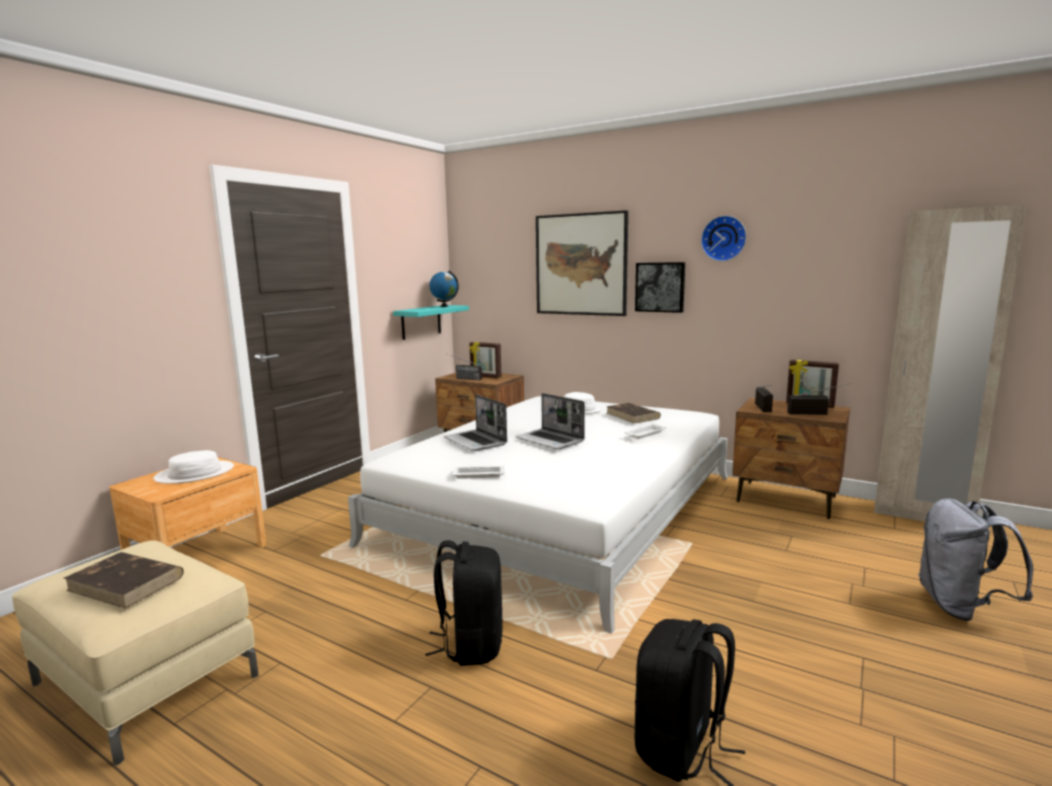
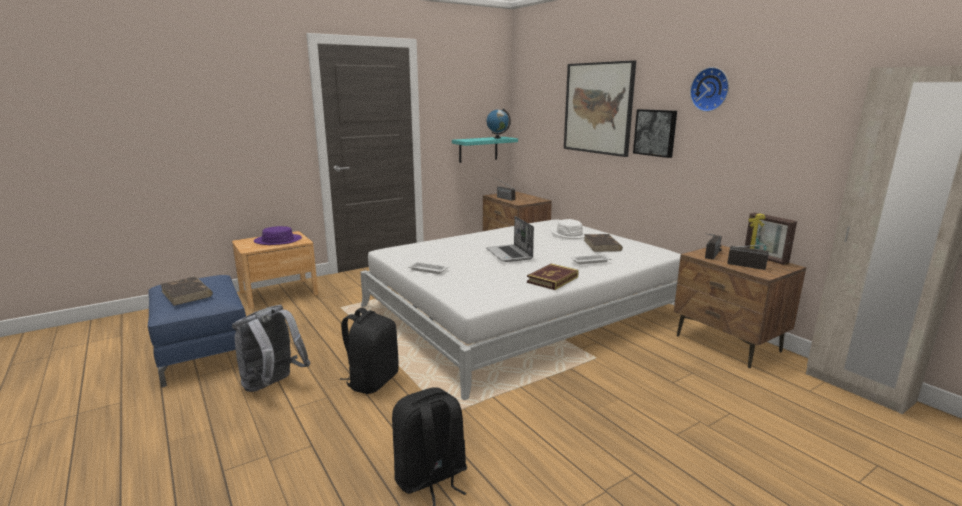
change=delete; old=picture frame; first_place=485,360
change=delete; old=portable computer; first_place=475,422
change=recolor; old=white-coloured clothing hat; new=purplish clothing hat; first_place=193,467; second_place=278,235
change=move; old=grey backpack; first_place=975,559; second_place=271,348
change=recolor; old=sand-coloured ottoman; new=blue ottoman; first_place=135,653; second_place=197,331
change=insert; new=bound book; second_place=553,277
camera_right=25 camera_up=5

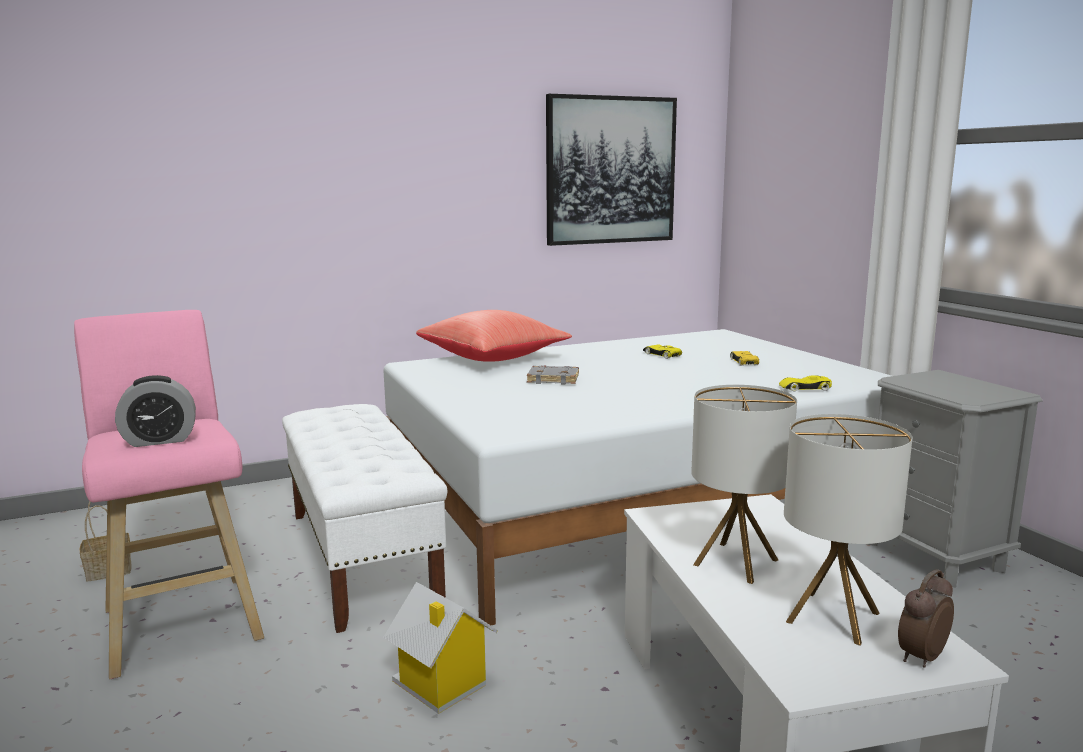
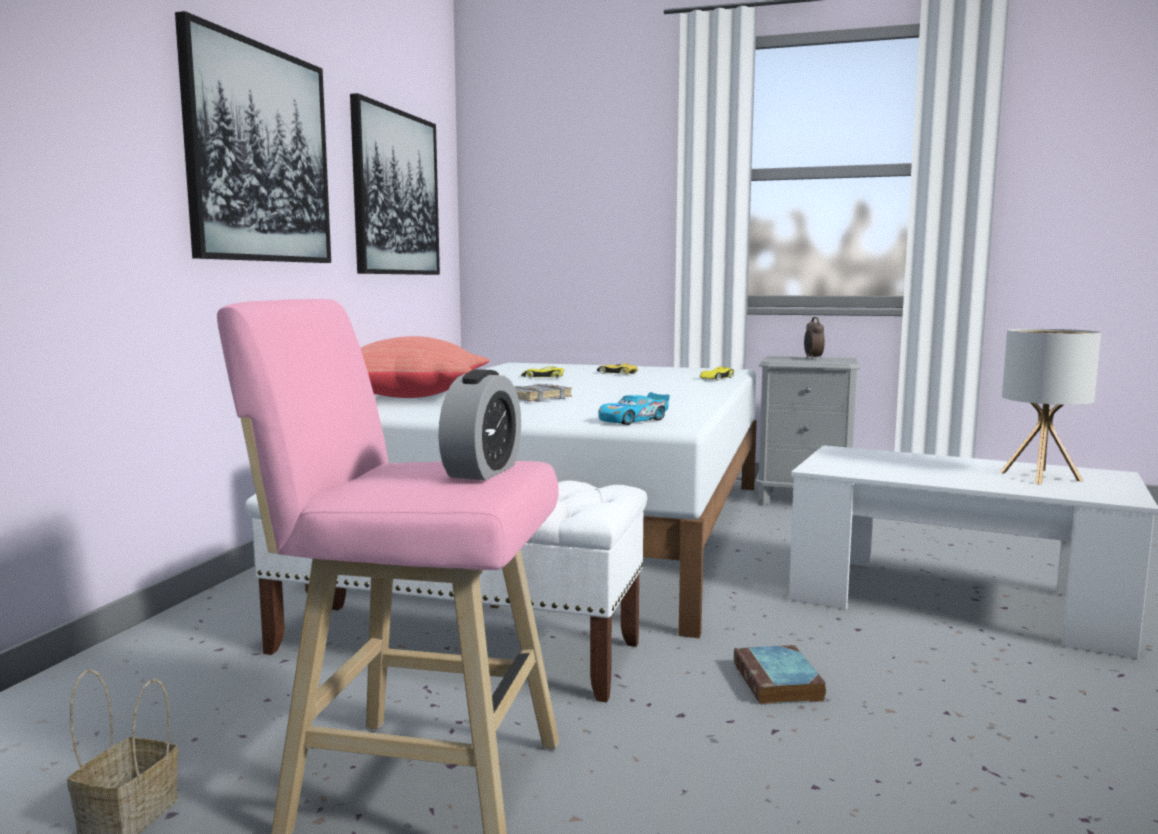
change=delete; old=lamp for a table; first_place=744,484
change=move; old=alarm clock; first_place=926,618; second_place=814,338
change=replace; old=toy house; new=bound book; first_place=440,648; second_place=780,675
change=insert; new=picture; second_place=253,137
change=insert; new=miniature car; second_place=634,408
camera_right=-50 camera_up=-5

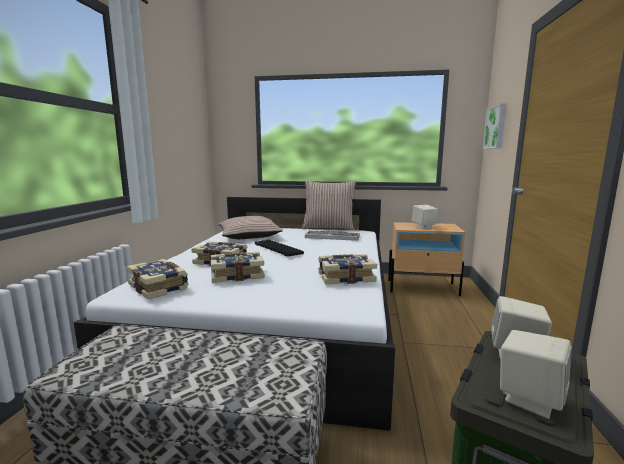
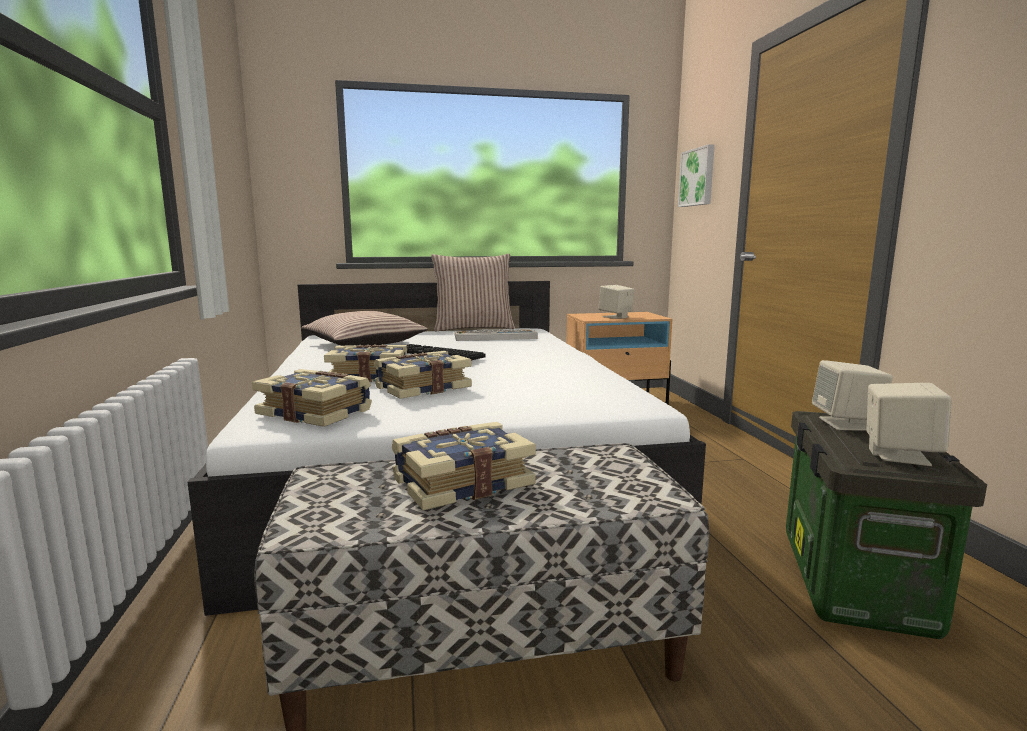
change=move; old=bound book; first_place=347,269; second_place=464,466
camera_right=-20 camera_up=0

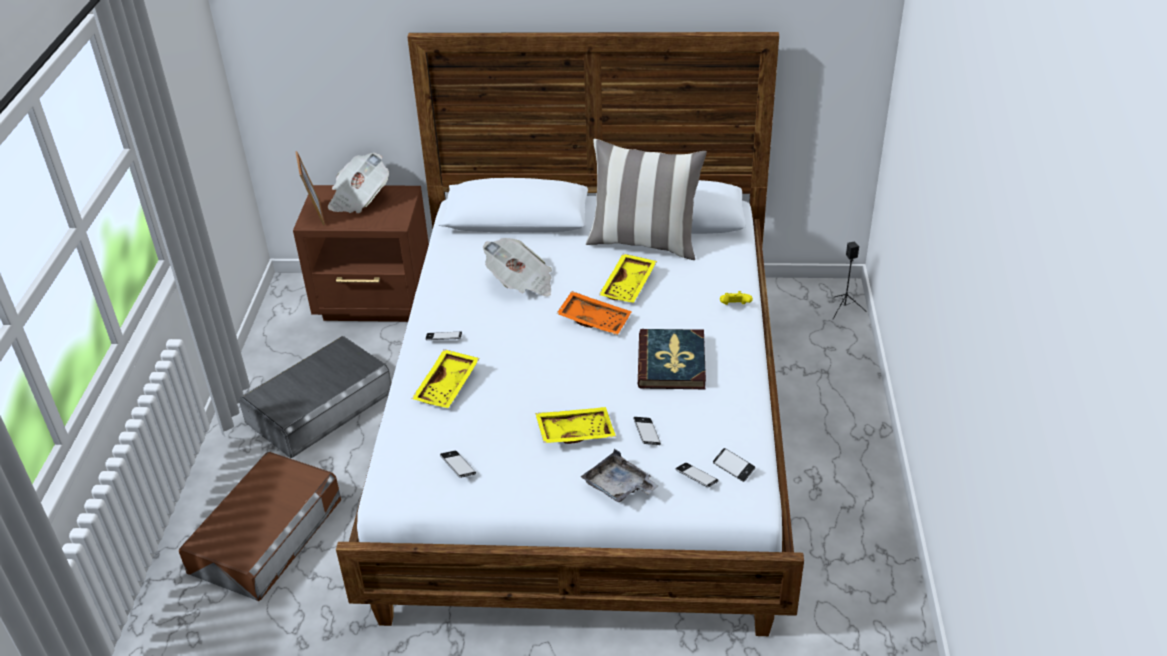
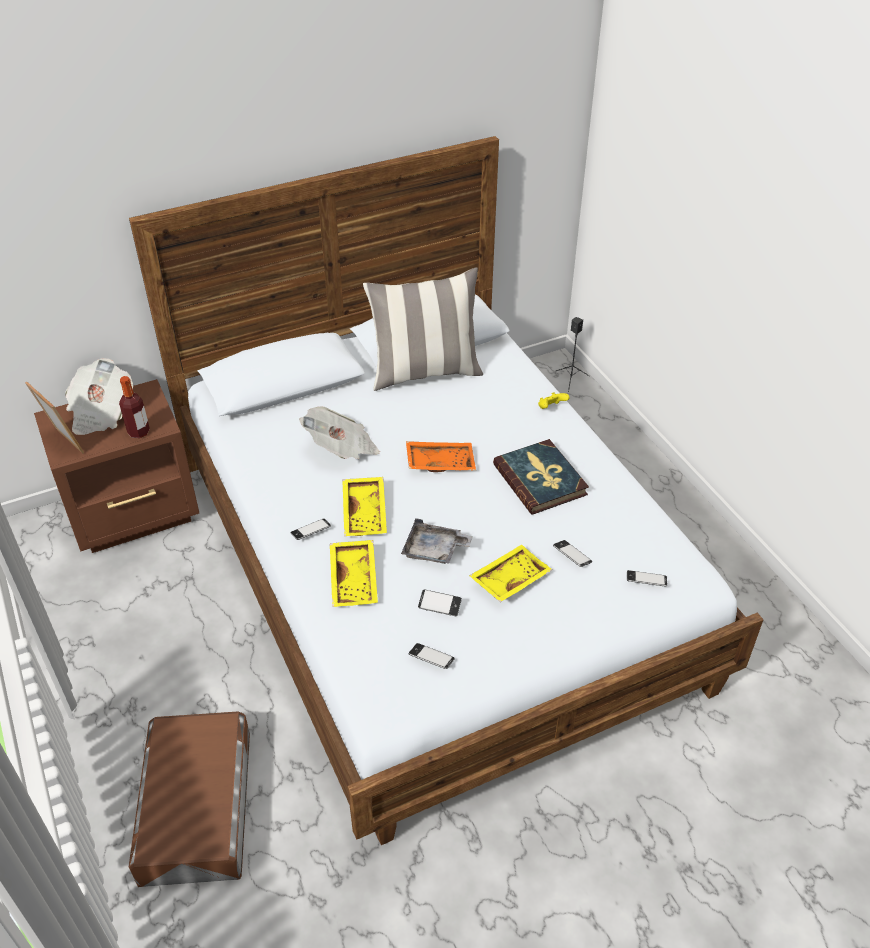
change=move; old=yellow-coloured serving tray; first_place=628,278; second_place=364,506
change=delete; old=grey storage box; first_place=315,397
change=move; old=telephone; first_place=734,465; second_place=440,602
change=move; old=grey serving tray; first_place=620,475; second_place=437,541
change=insert; new=bottle; second_place=134,407
camera_right=-30 camera_up=5

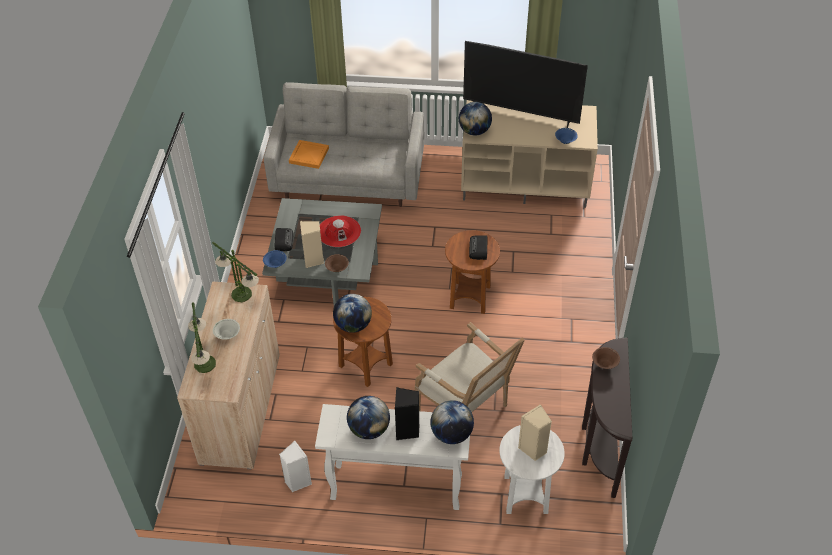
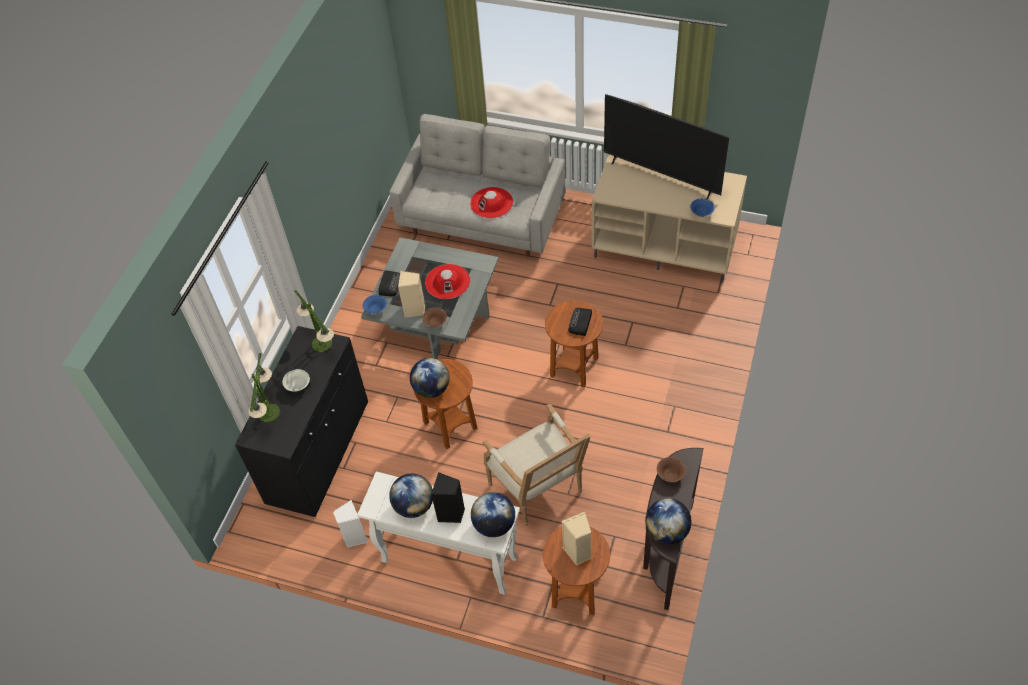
change=move; old=world globe; first_place=475,119; second_place=668,521
change=delete; old=orange-coloured serving tray; first_place=309,154
change=recolor; old=sand-coloured storage cabinet; new=black storage cabinet; first_place=228,375; second_place=301,421
change=recolor; old=white-coloured end table; new=brown-coloured end table; first_place=532,469; second_place=576,571
change=insert; new=reddish clothing hat; second_place=491,202
camera_right=15 camera_up=5

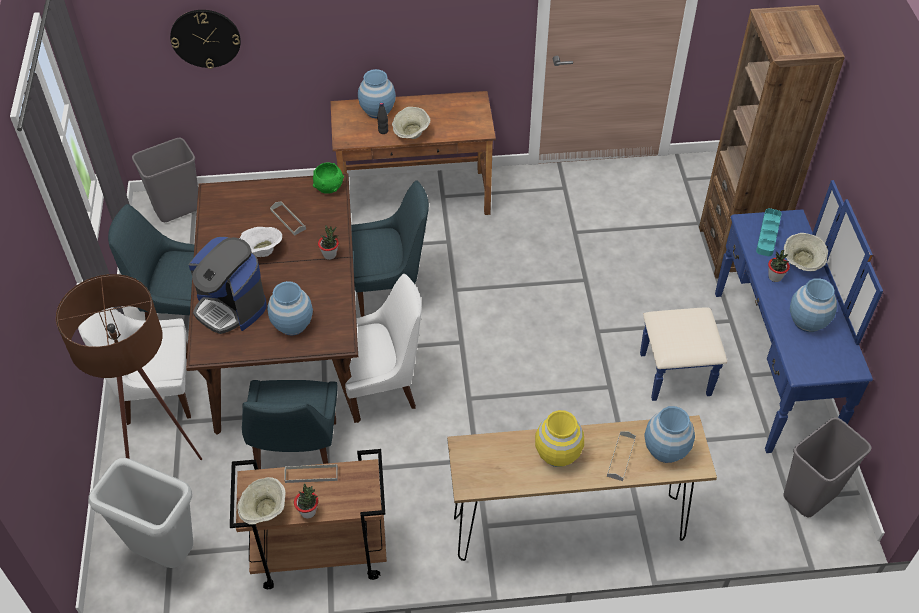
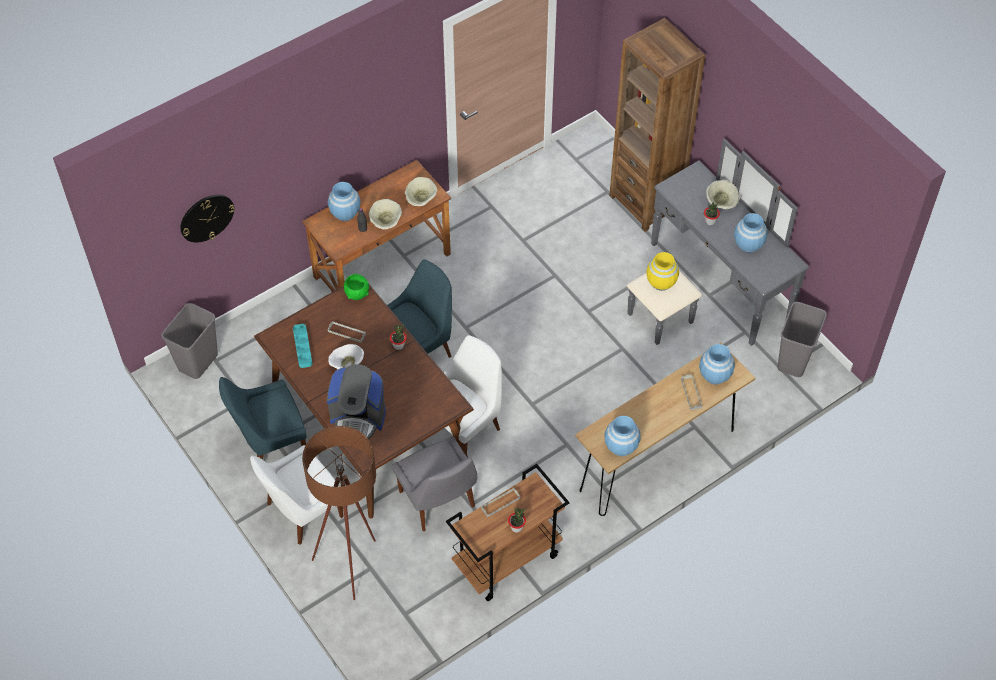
change=recolor; old=blue chest of drawers; new=grey chest of drawers; first_place=761,316; second_place=718,242
change=move; old=blue-green serving tray; first_place=769,232; second_place=302,346
change=move; old=blue flower vase; first_place=290,308; second_place=622,436
change=recolor; old=blue plain chair; new=grey plain chair; first_place=290,424; second_place=434,483
change=move; old=yellow-coloured flower vase; first_place=559,438; second_place=662,271
change=delete; old=grey trash can; first_place=140,513
change=move; old=sand-coloured bowl; first_place=261,501; second_place=421,191
camera_right=-30 camera_up=5

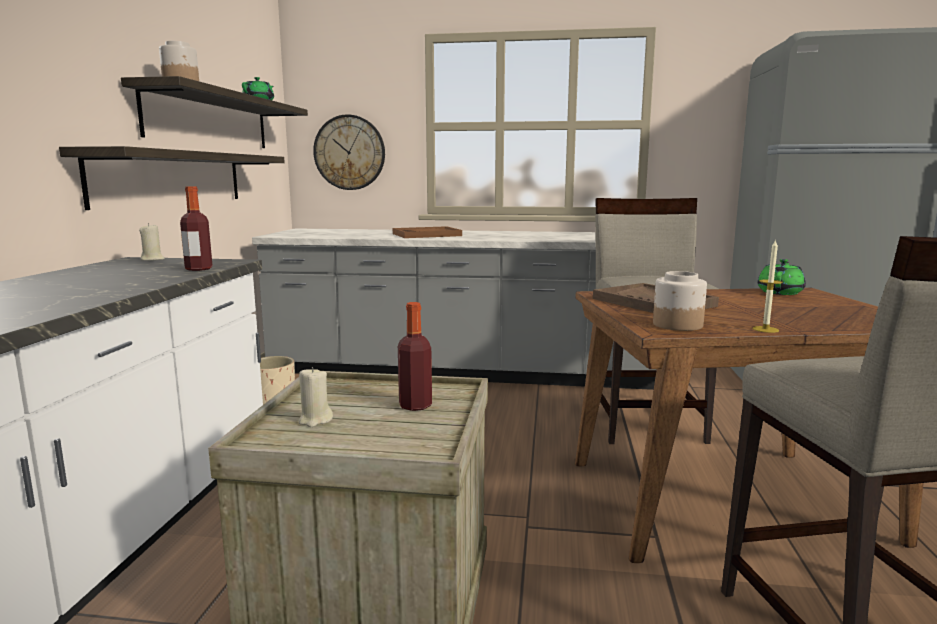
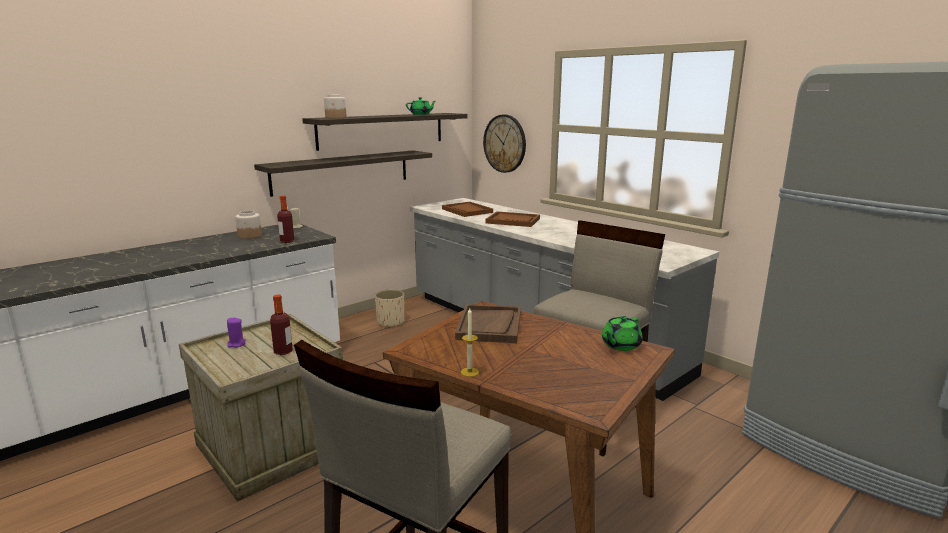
change=rotate; old=green-coloured teapot; first_place=782,277; second_place=622,333; degrees=150
change=move; old=preserve jar; first_place=680,301; second_place=248,224
change=recolor; old=sand-coloured wax light; new=purplish wax light; first_place=316,397; second_place=236,333
change=insert; new=brown-coloured serving tray; second_place=467,209
camera_right=40 camera_up=5

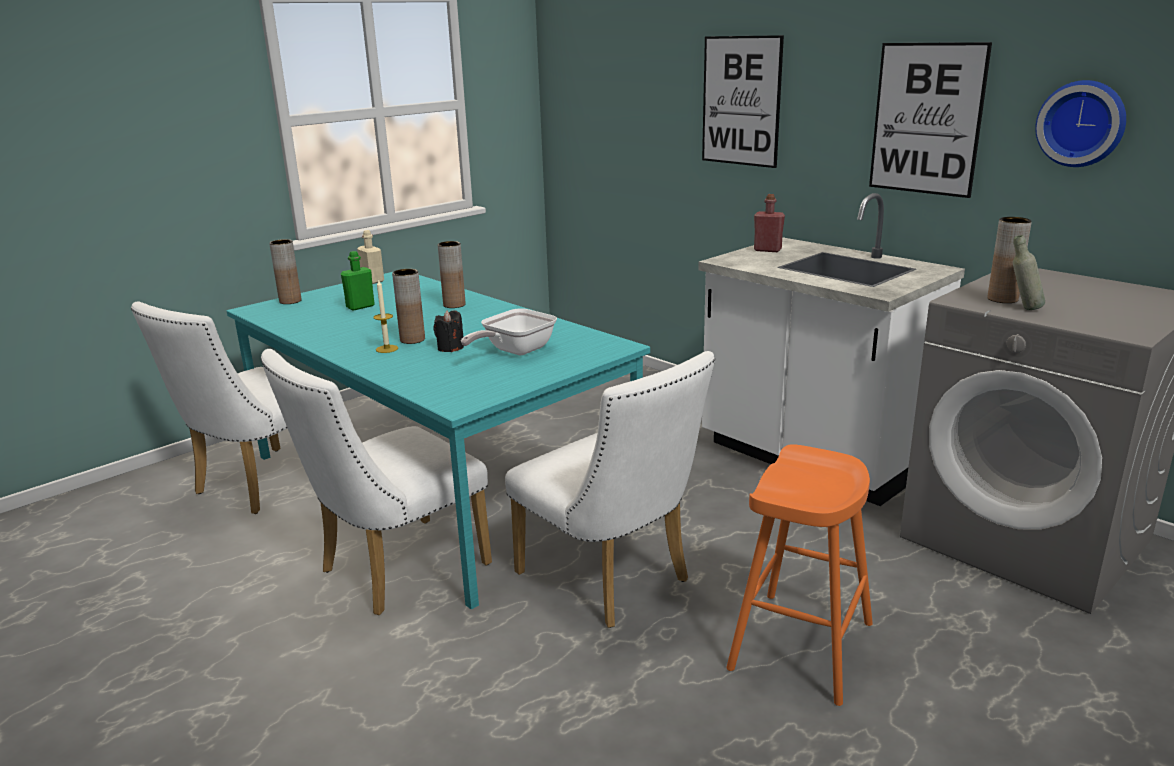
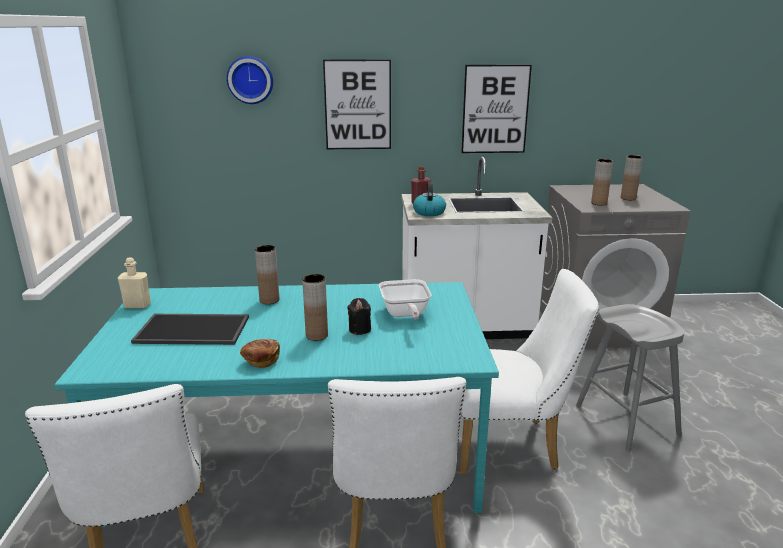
change=move; old=wall clock; first_place=1080,123; second_place=250,80
change=delete; old=grey bottle; first_place=1029,272
change=move; old=brown-coloured flower vase; first_place=285,271; second_place=632,177
change=replace; old=green-coloured bottle; new=serving tray; first_place=358,280; second_place=190,329
change=delete; old=wax light; first_place=385,316
change=recolor; old=orange-coloured stool seat; new=grey stool seat; first_place=799,575; second_place=630,377
change=insert; new=water kettle; second_place=429,198
change=insert; new=bakery bread; second_place=260,353
camera_right=-50 camera_up=0

